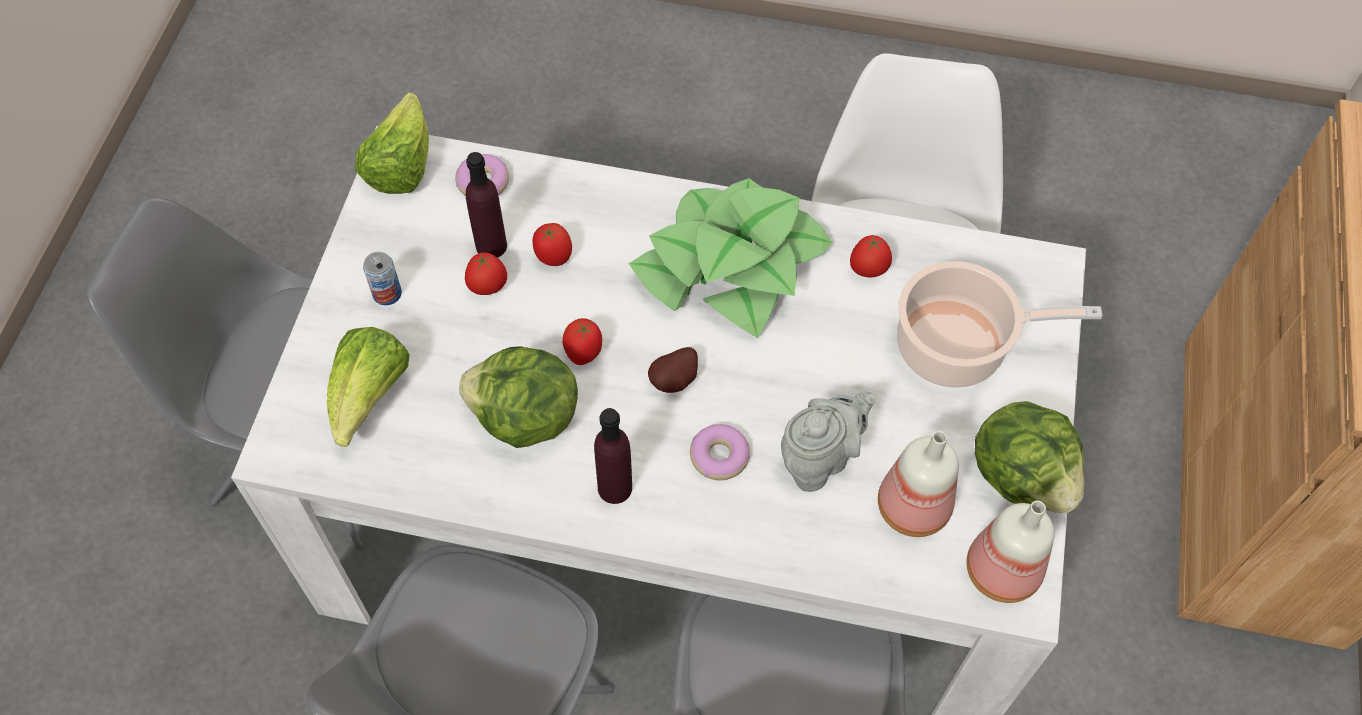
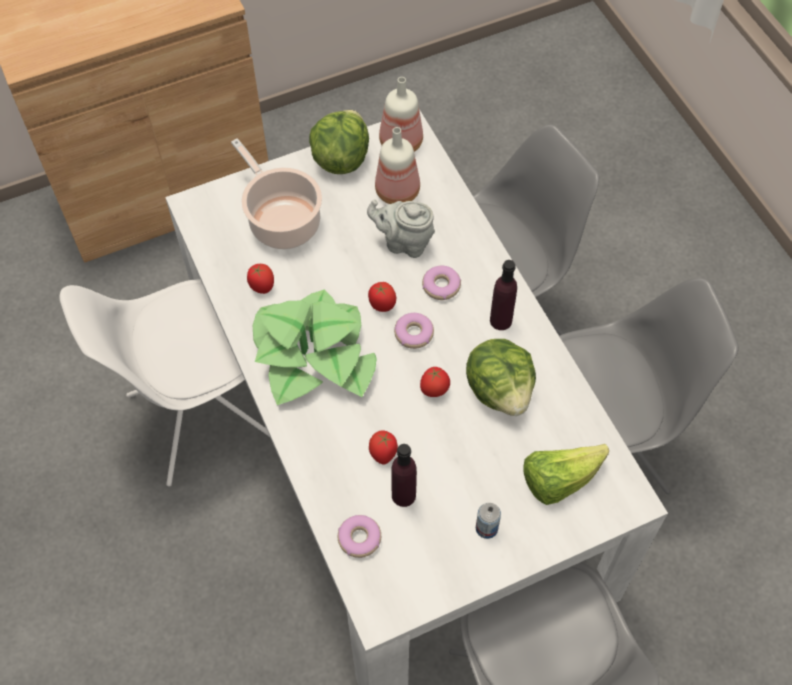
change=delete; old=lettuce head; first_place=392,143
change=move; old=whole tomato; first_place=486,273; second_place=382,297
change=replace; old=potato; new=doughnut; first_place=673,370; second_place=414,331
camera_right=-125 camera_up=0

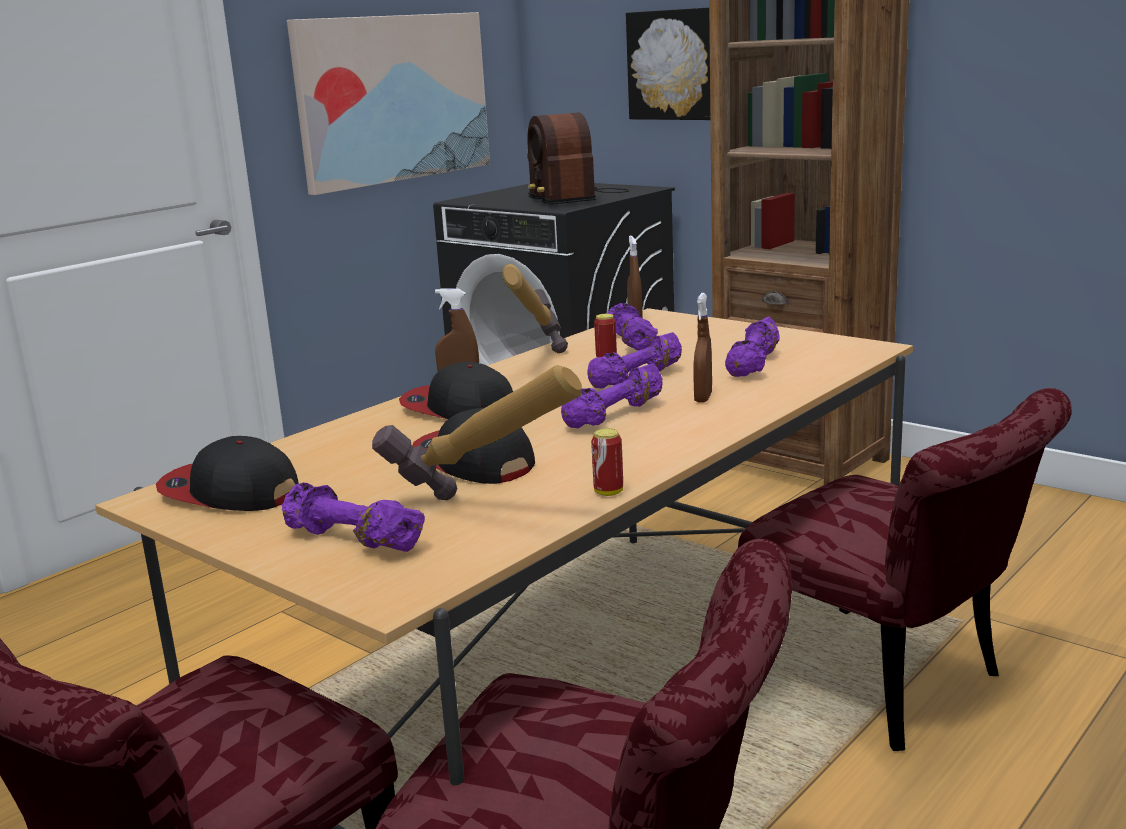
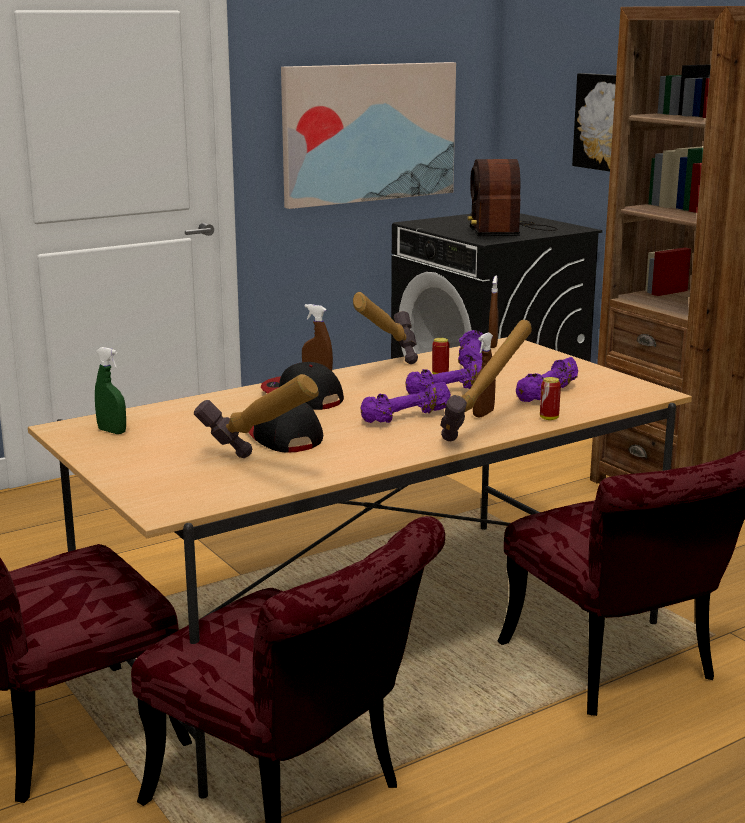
change=move; old=can; first_place=607,462; second_place=550,398
change=replace; old=baseball cap; new=green-coloured hand sprayer; first_place=227,473; second_place=110,390
change=delete; old=purplish hand weight; first_place=353,517
change=insert; new=hand hammer; second_place=486,380
camera_right=15 camera_up=0

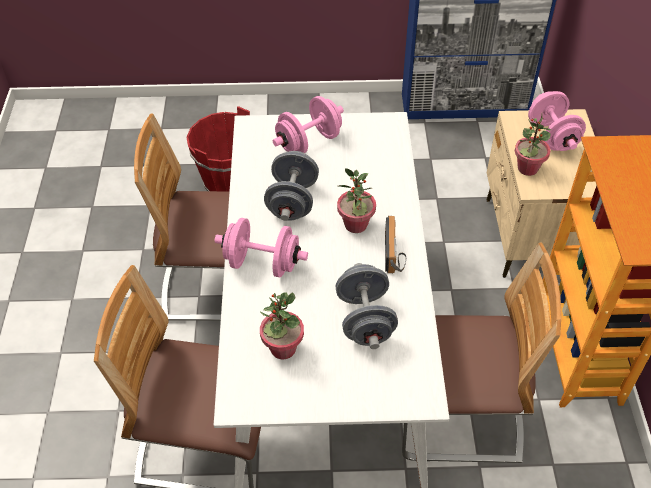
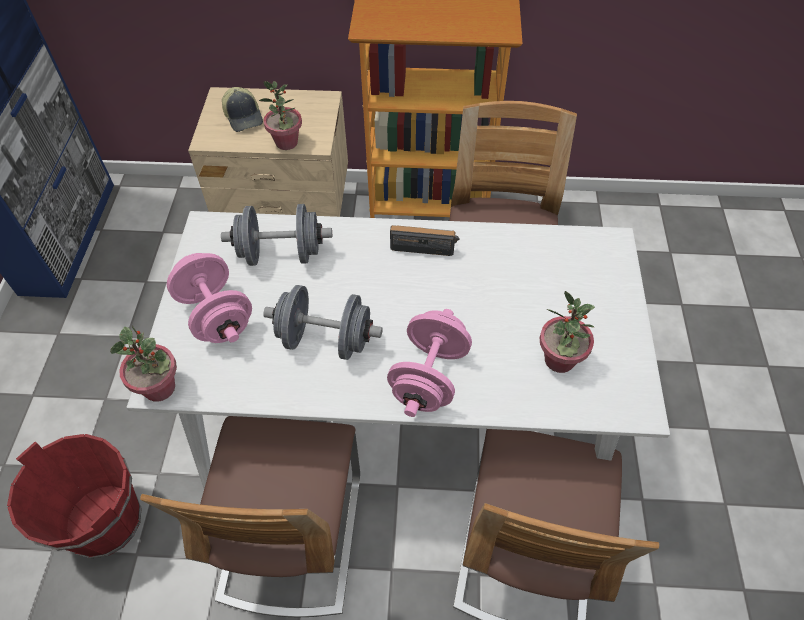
change=replace; old=pink-coloured hand weight; new=baseball cap; first_place=557,121; second_place=242,109
change=move; old=houseplant; first_place=356,200; second_place=143,363
change=move; old=grey hand weight; first_place=367,306; second_place=276,235
camera_right=-85 camera_up=5

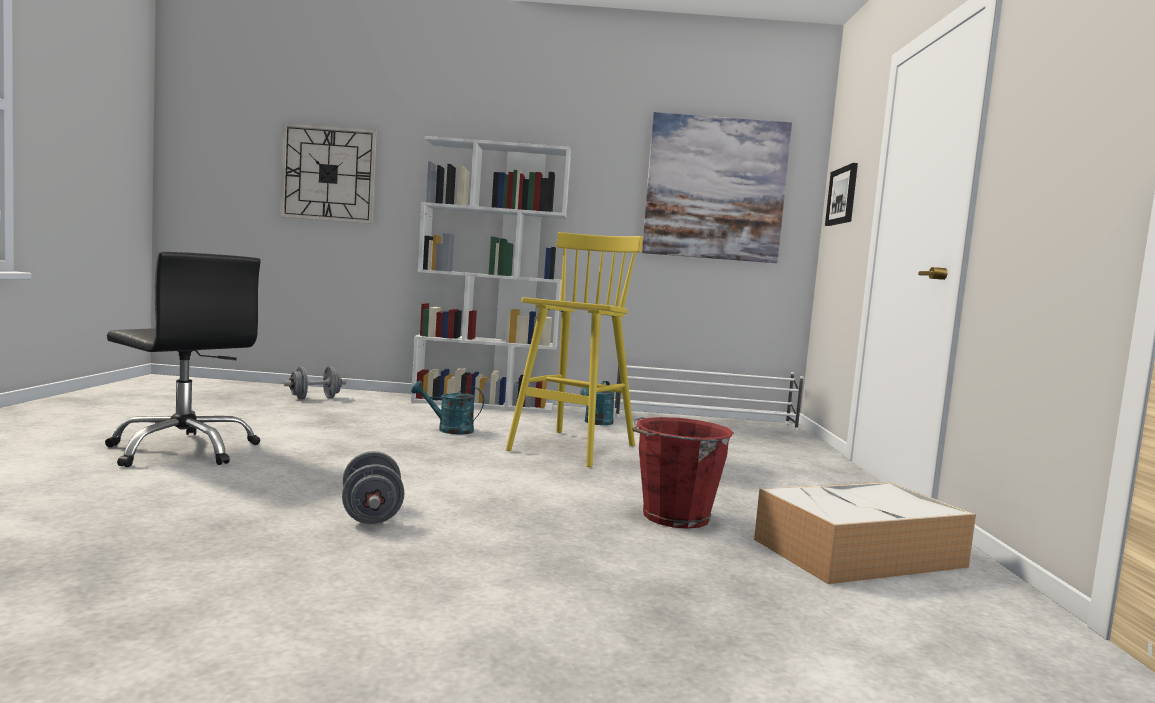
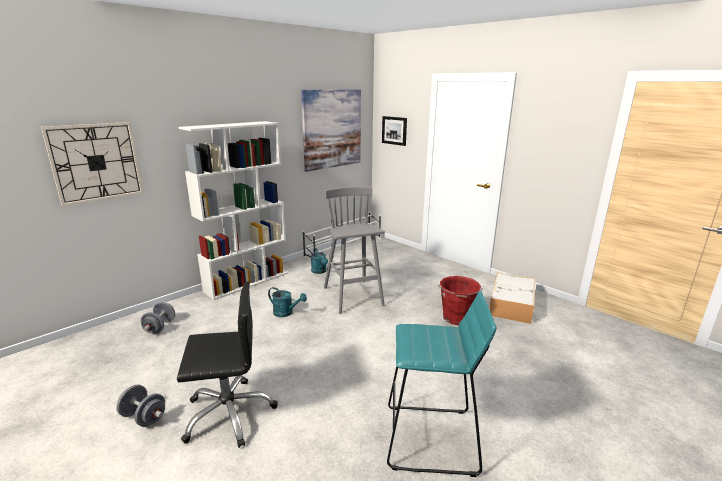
change=recolor; old=yellow-coloured stool seat; new=grey stool seat; first_place=574,349; second_place=354,250
change=rotate; old=blue-green sprinkling can; first_place=447,408; second_place=287,302; degrees=-120
change=move; old=grey hand weight; first_place=373,487; second_place=140,406
change=insert; new=blue-green stool seat; second_place=441,384
camera_right=-45 camera_up=15

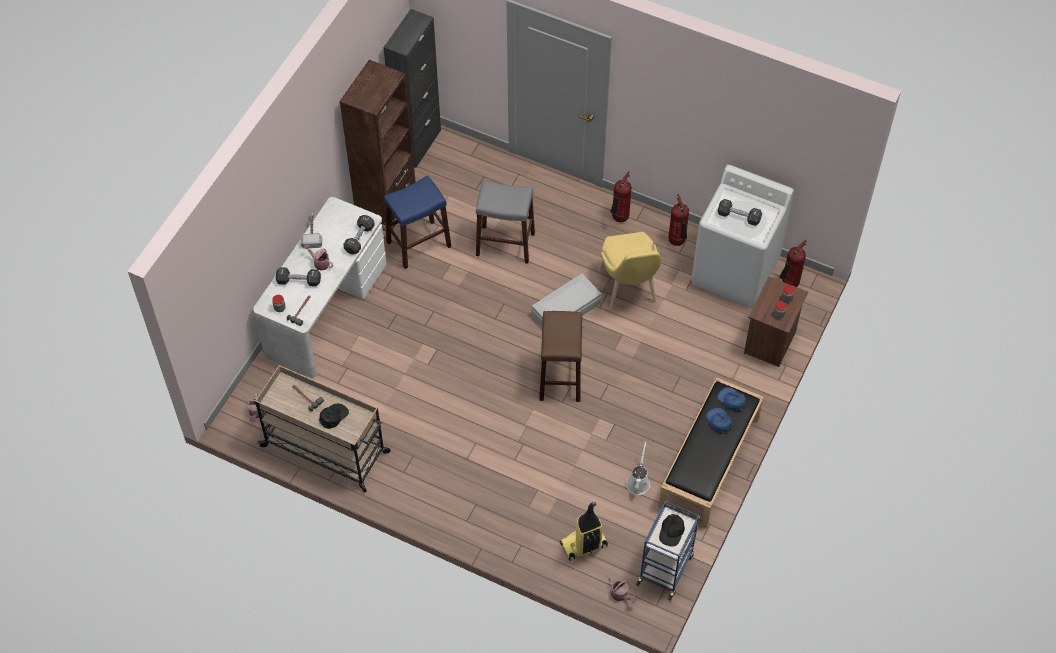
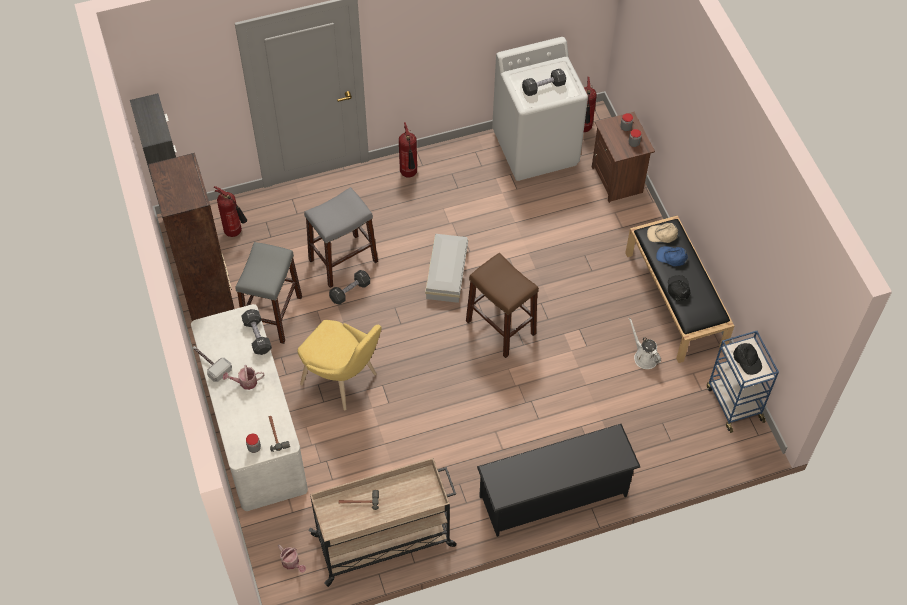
change=recolor; old=blue stool seat; new=grey stool seat; first_place=417,222; second_place=269,293
change=move; old=fire-fighting cylinder; first_place=679,220; second_place=230,211
change=move; old=yellow-coloured plain chair; first_place=629,270; second_place=340,365
change=move; old=black hand weight; first_place=298,277; second_place=349,287
change=recolor; old=blue baseball cap; new=sand-coloured baseball cap; first_place=731,399; second_place=662,233
change=move; old=black baseball cap; first_place=334,416; second_place=679,288
change=delete; old=vacuum; first_place=584,531
change=delete; old=sprinkling can; first_place=622,590
change=insert; new=black shoe rack; second_place=558,480
camera_right=-45 camera_up=0

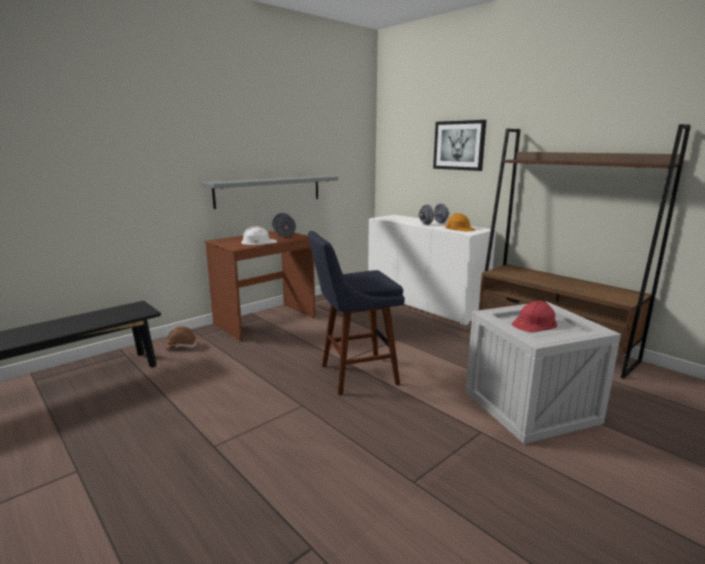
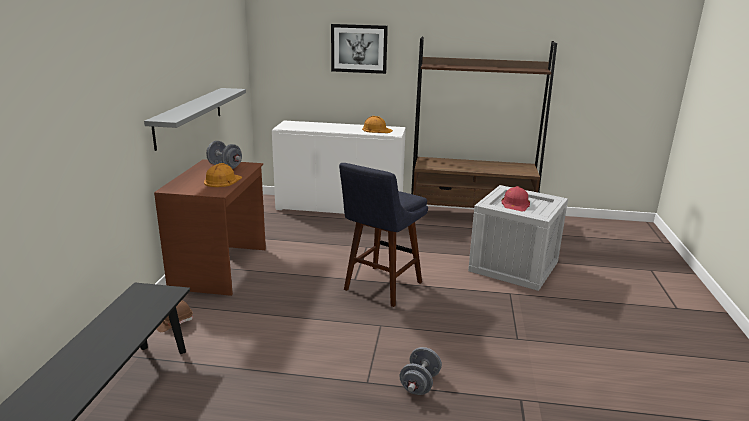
change=move; old=grey hand weight; first_place=433,214; second_place=420,371
change=recolor; old=white-coloured work helmet; new=orange-coloured work helmet; first_place=259,235; second_place=223,175
camera_right=-40 camera_up=5

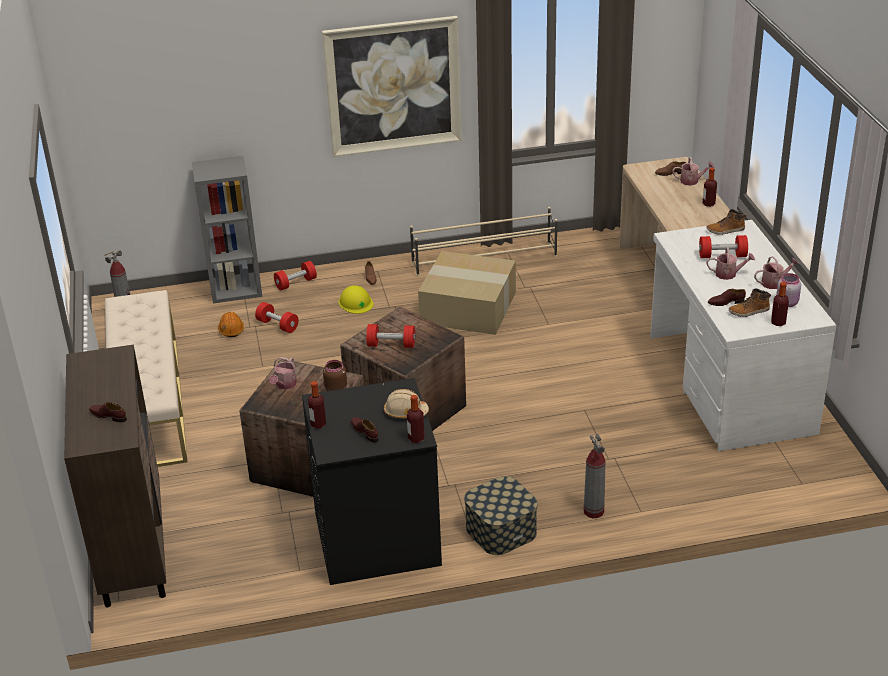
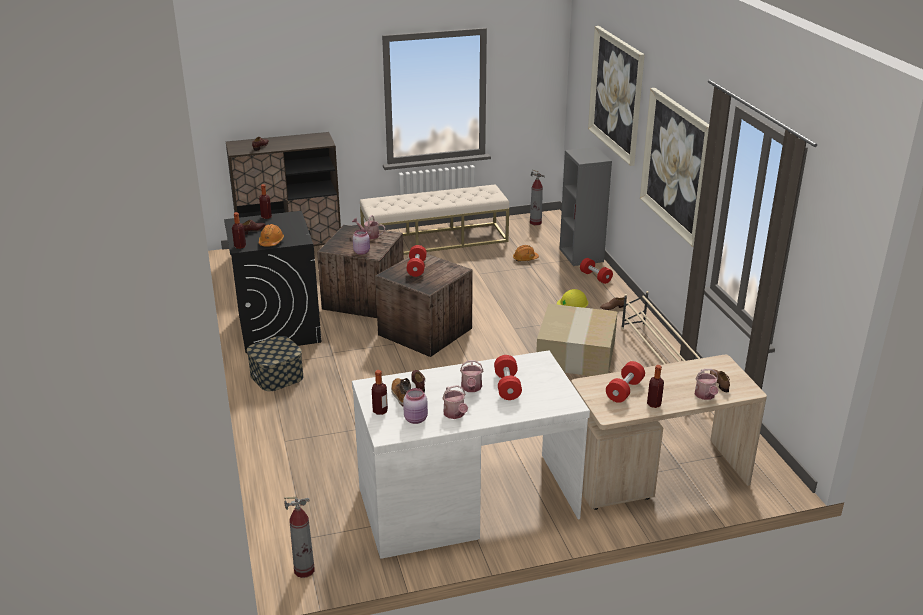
change=delete; old=tall boot; first_place=726,222
change=move; old=reddish hand weight; first_place=277,317; second_place=625,382
change=recolor; old=brown-coloured preserve jar; new=pink-coloured preserve jar; first_place=335,375; second_place=361,242
change=recolor; old=sand-coloured work helmet; new=orange-coloured work helmet; first_place=406,404; second_place=271,235
change=move; old=fire-fighting cylinder; first_place=595,476; second_place=299,537
change=insert; new=picture; second_place=616,96
camera_right=85 camera_up=-5

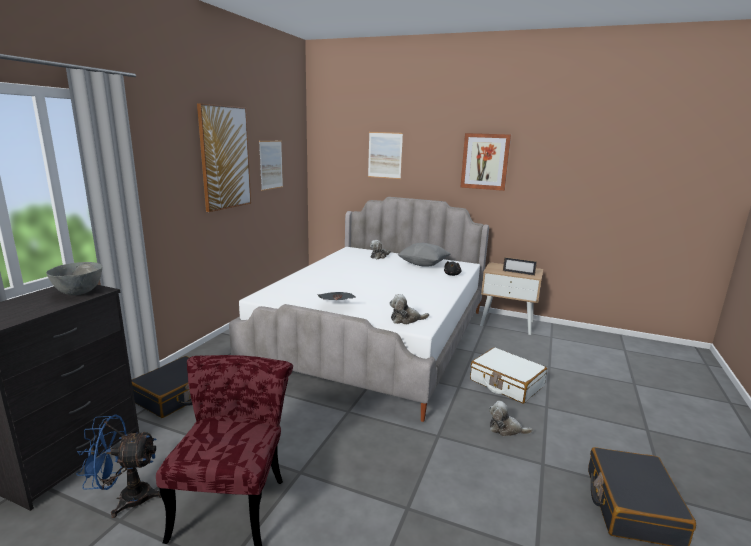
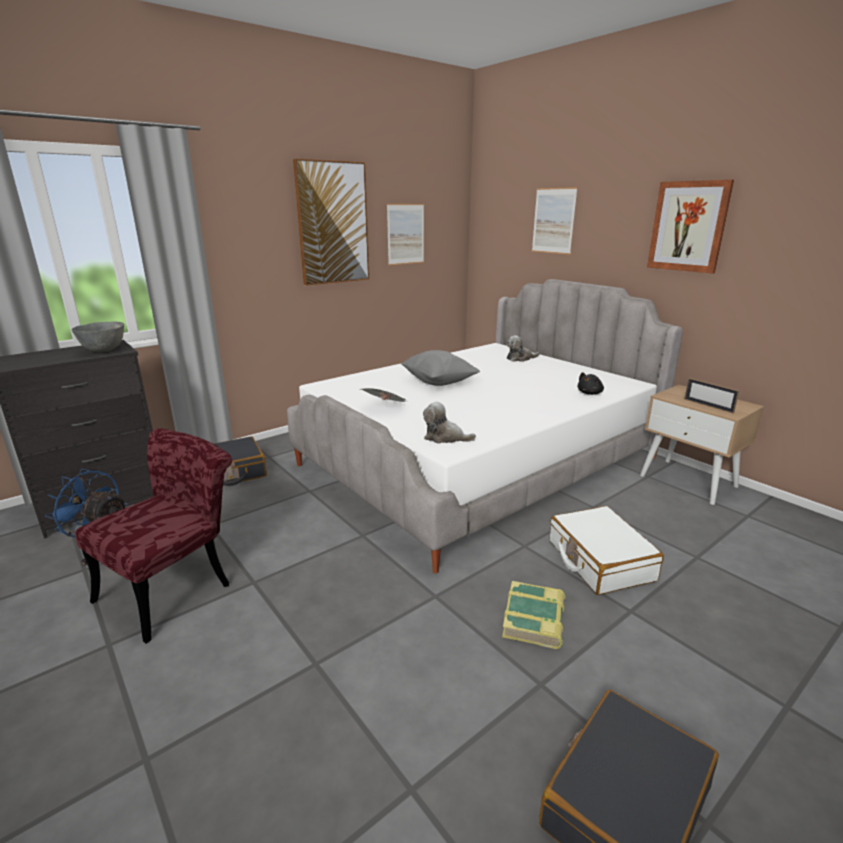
change=move; old=grey throw pillow; first_place=424,255; second_place=440,368
change=replace; old=cuddly toy; new=bound book; first_place=511,418; second_place=534,615
camera_right=30 camera_up=5

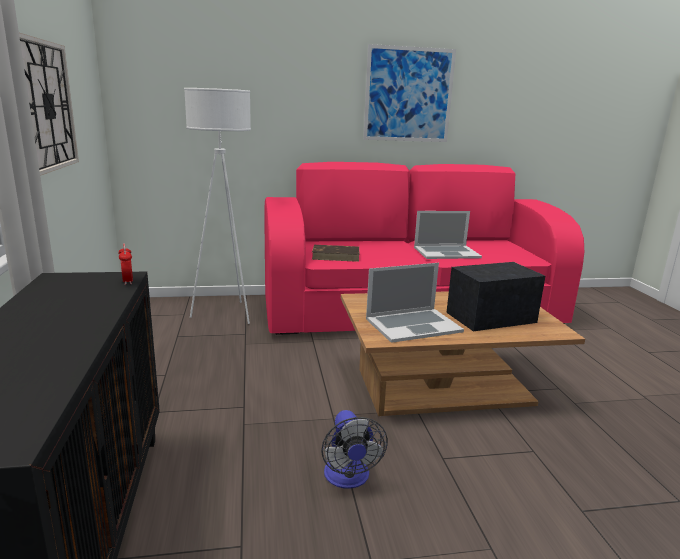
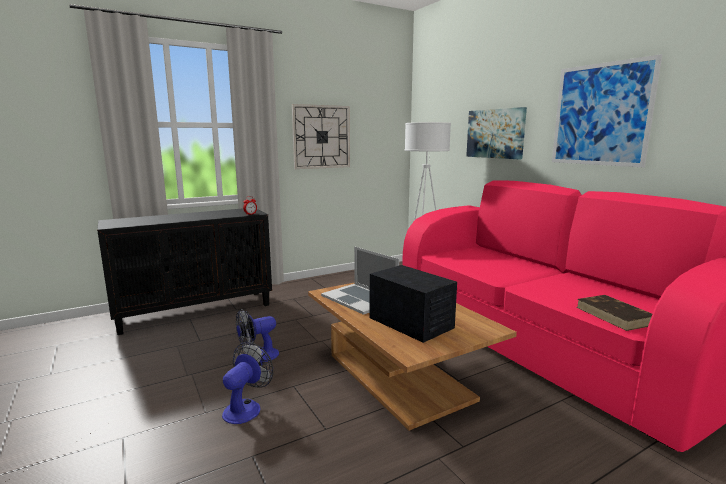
change=delete; old=portable computer; first_place=448,235
change=move; old=brown-coloured bound book; first_place=335,253; second_place=614,313
change=insert; new=picture; second_place=496,133
change=insert; new=fan; second_place=247,383
camera_right=70 camera_up=-5

